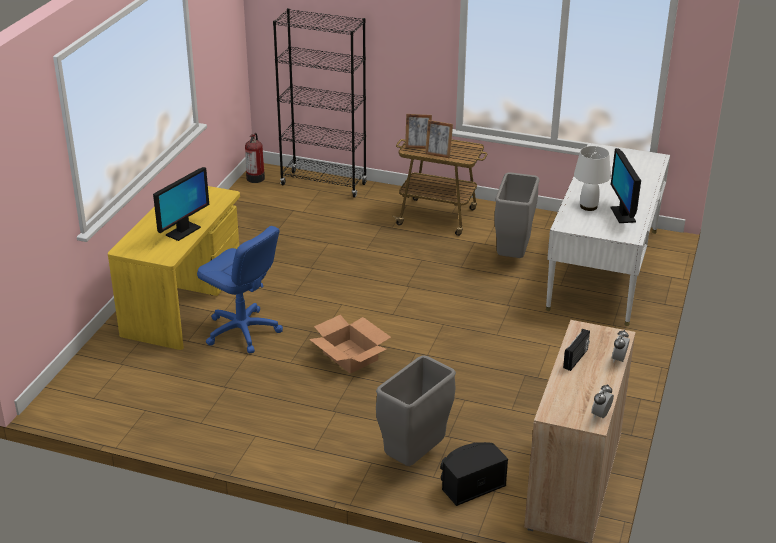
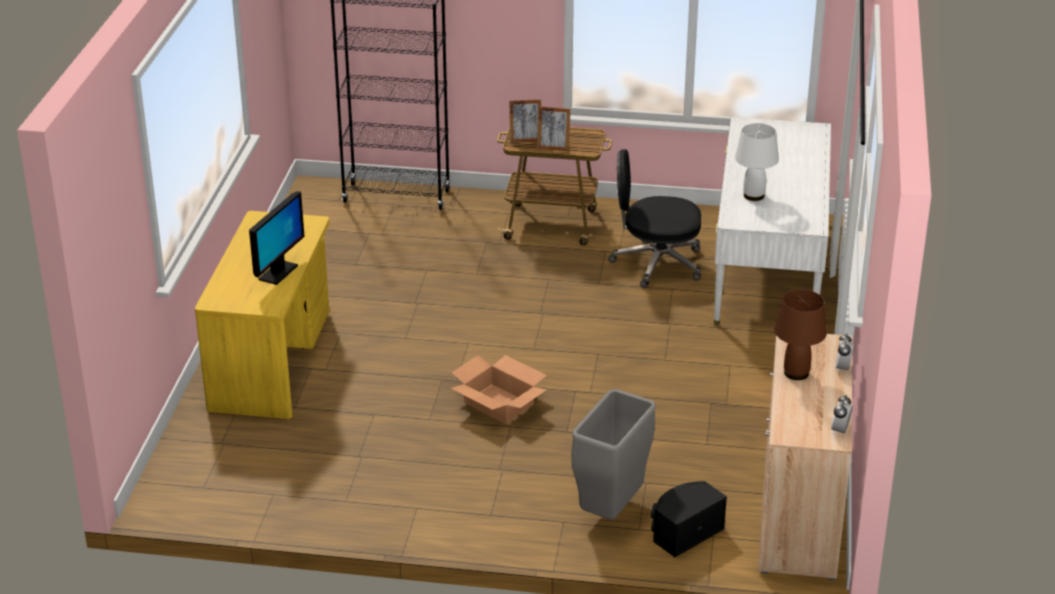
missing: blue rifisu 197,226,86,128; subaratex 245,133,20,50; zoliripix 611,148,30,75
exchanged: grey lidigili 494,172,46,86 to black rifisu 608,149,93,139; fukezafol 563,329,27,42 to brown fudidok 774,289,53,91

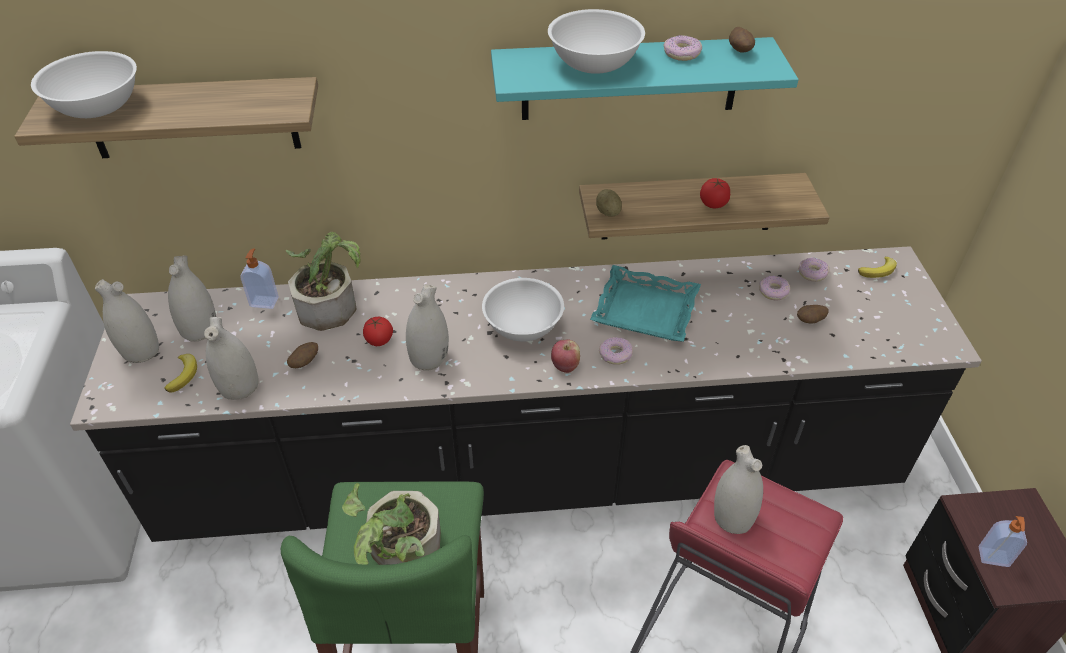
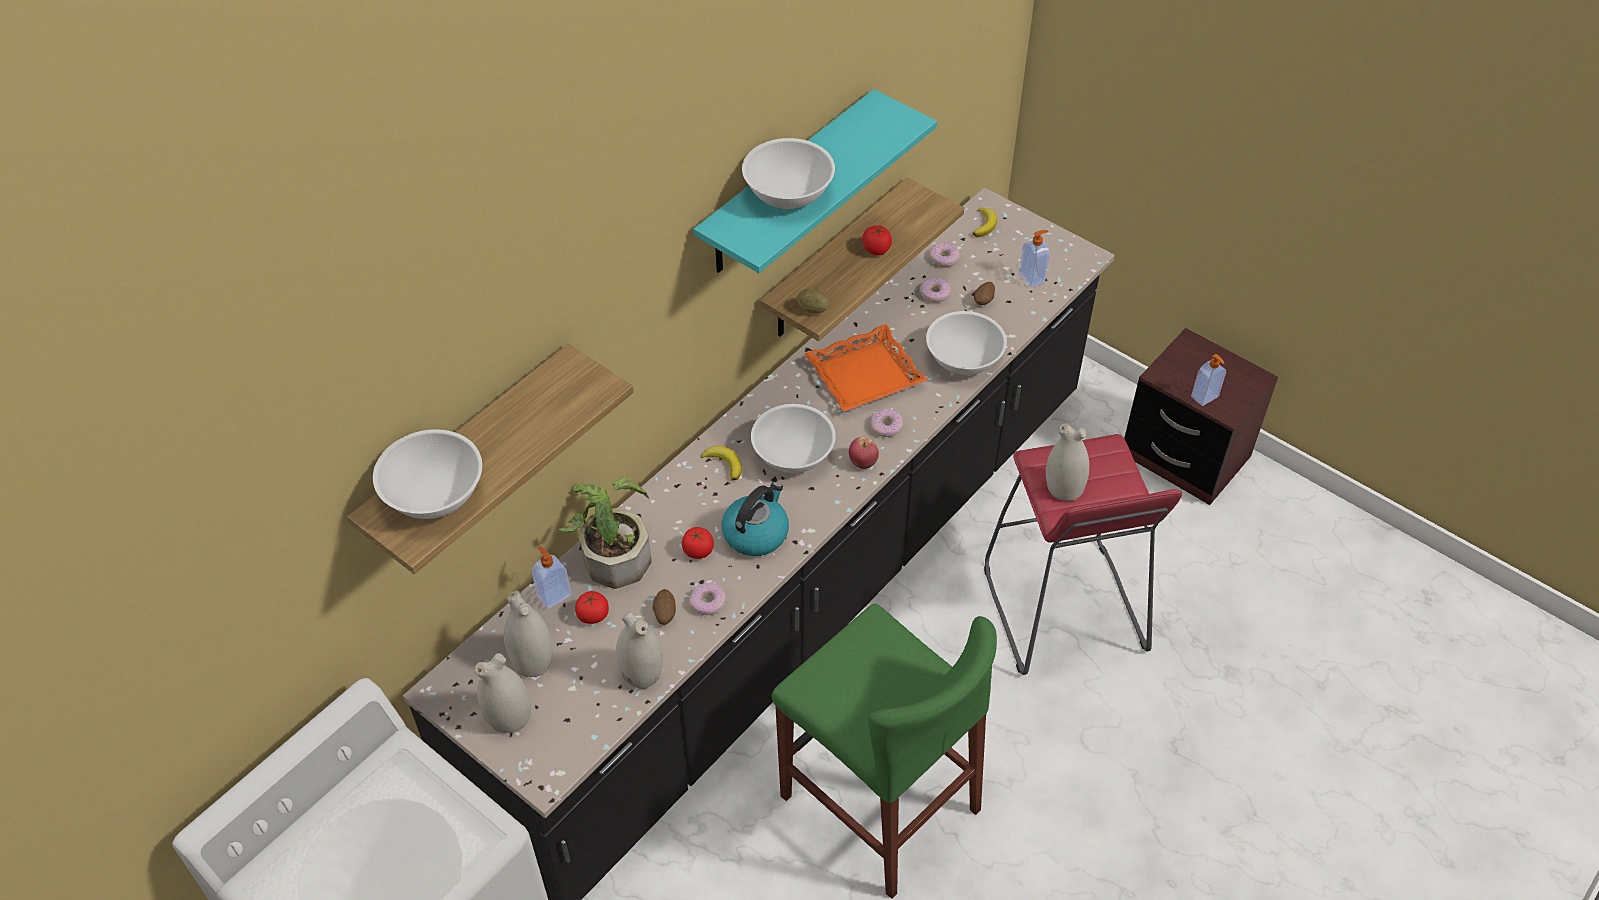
missing: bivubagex 342,483,99,82; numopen 729,27,26,26
appeared: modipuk 575,591,34,33; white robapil 926,311,81,64; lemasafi 1019,230,31,57
relocated: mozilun 164,354,33,39 to 701,446,41,34; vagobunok 664,35,38,26 to 690,583,36,32
exchanged: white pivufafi 406,284,43,87 to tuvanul 722,482,67,74
colour: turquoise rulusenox 590,265,111,77 to orange rulusenox 804,324,123,88

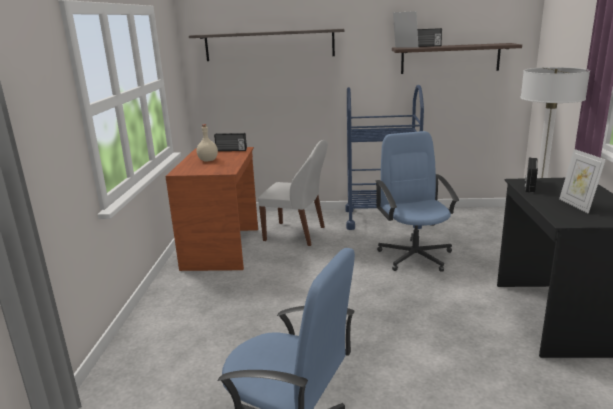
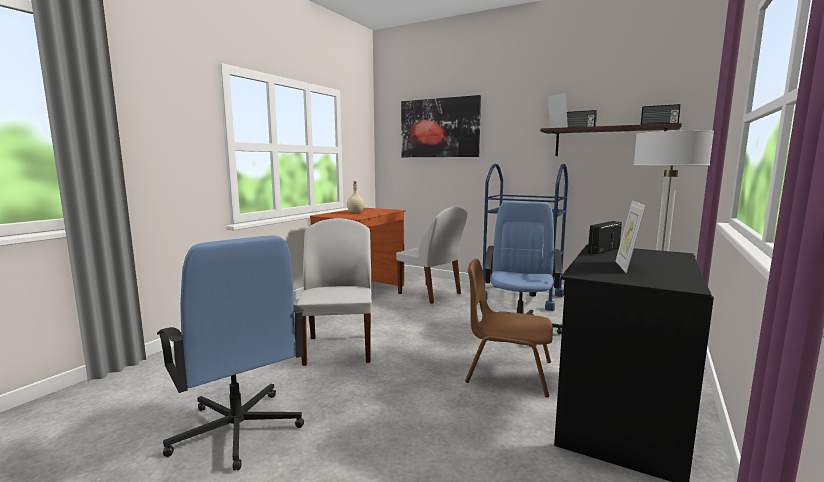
appeared: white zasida 297,218,75,148; brown zasida 465,259,88,138
relocated: fukezafol 214,133,33,18 to 641,104,40,21
exchanged: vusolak 189,29,155,32 to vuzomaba 401,95,80,62

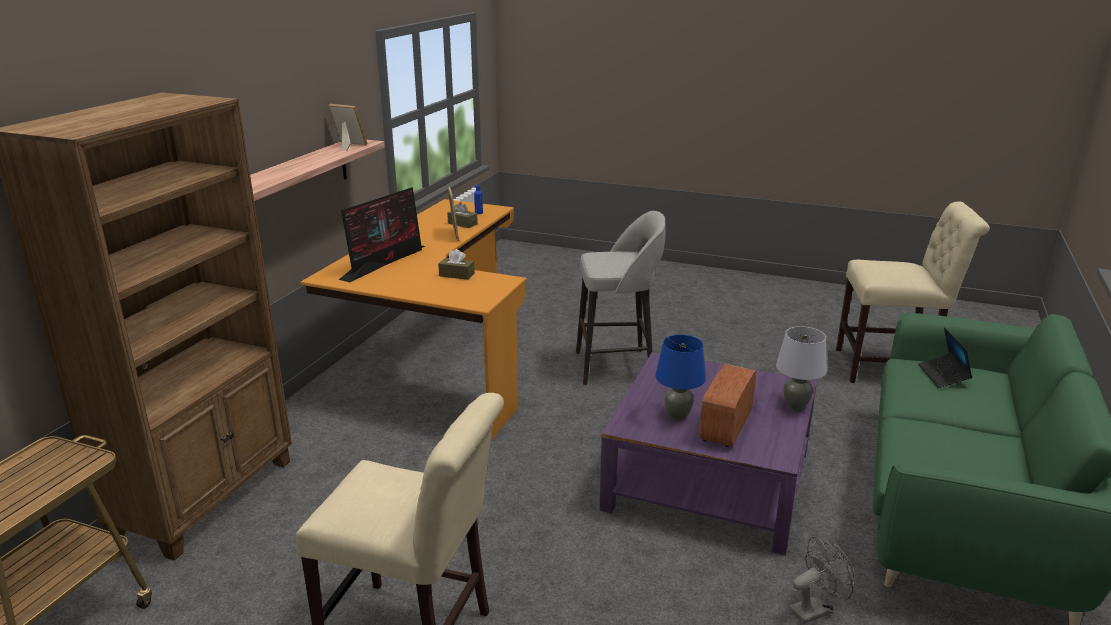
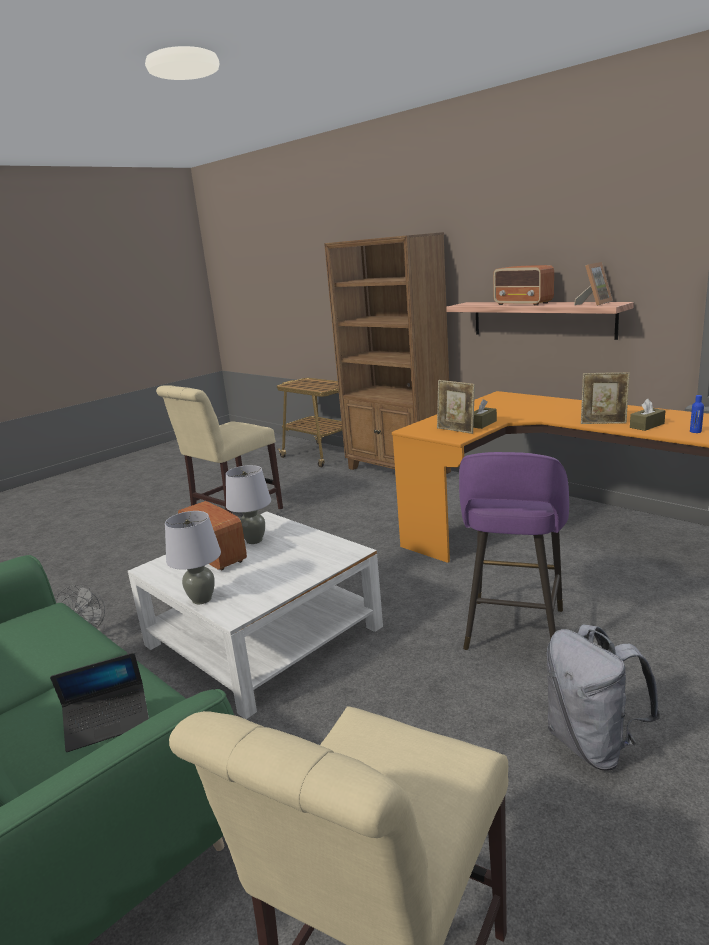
missing: zoliripix 339,187,86,95
appeared: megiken 437,380,38,54; fukezafol 493,265,61,41; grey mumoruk 547,624,113,147
colour: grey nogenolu 576,211,90,174 to purple nogenolu 459,452,110,198; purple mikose 600,352,217,203 to white mikose 128,511,255,208; blue fudidok 655,334,51,87 to grey fudidok 226,465,45,79
spun: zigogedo 918,327,54,61 = 50,653,99,99 135 degrees clockwise

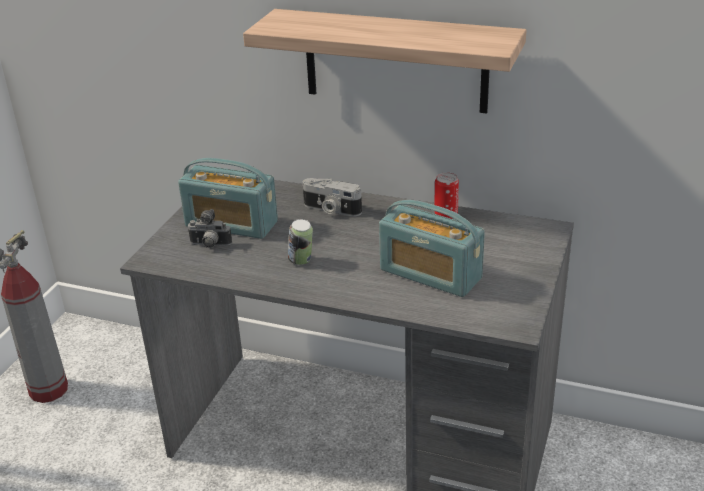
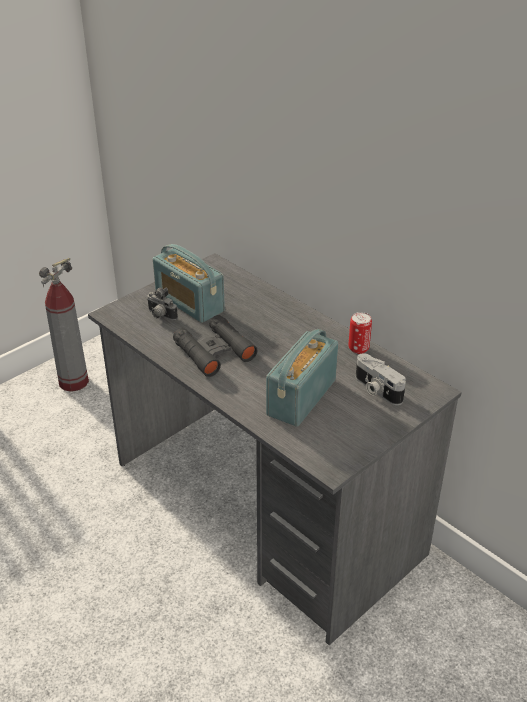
missing: vusolak 243,9,283,105
relocated: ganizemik 303,178,59,39 to 356,353,50,52
exchanged: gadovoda 288,219,25,46 to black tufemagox 173,315,84,62
spun: fukezafol 379,200,106,97 = 266,329,72,98 60 degrees clockwise

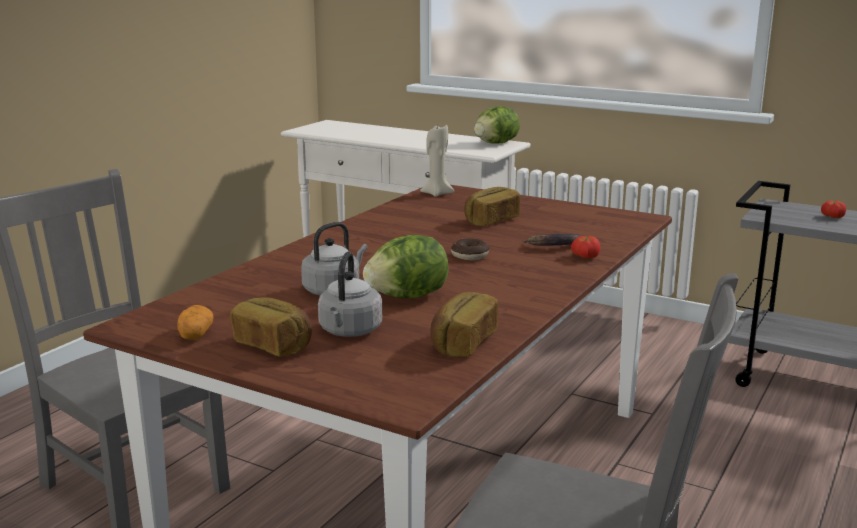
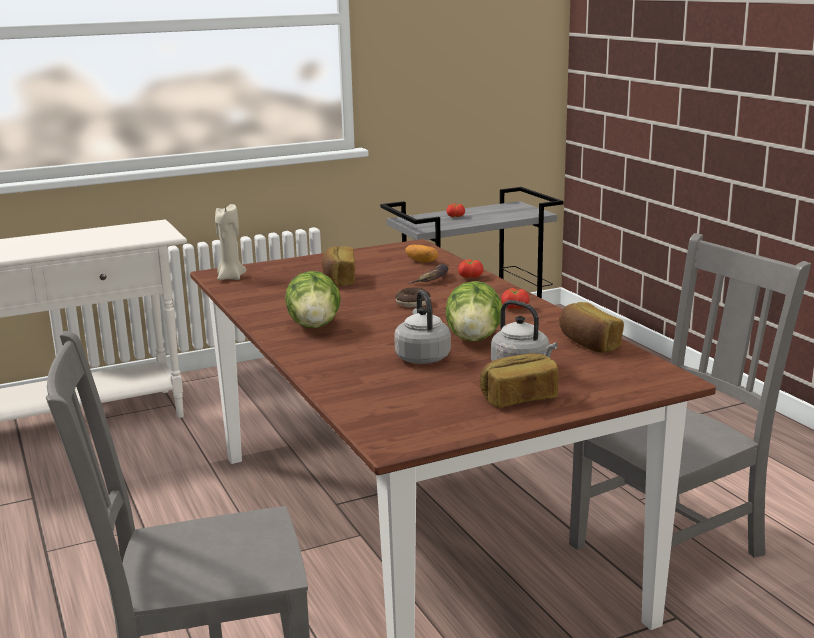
appeared: modipuk 501,288,28,21
relocated: numopen 177,305,36,35 to 405,245,34,17; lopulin 474,106,46,37 to 285,271,56,57

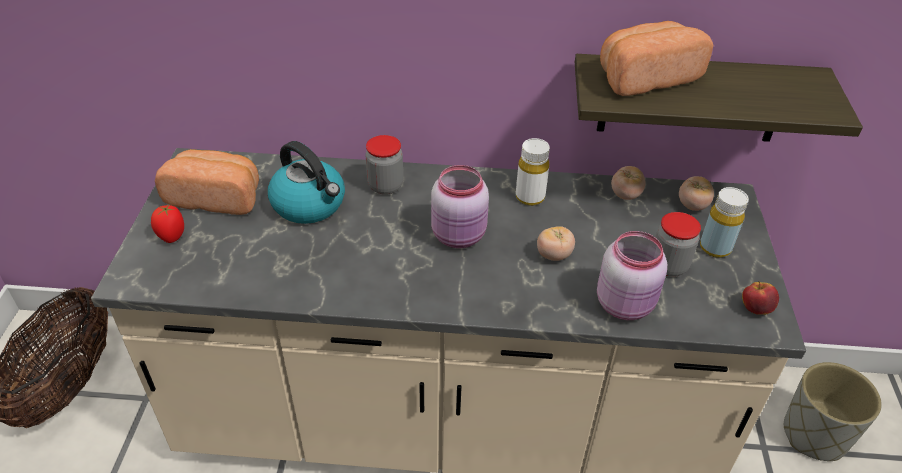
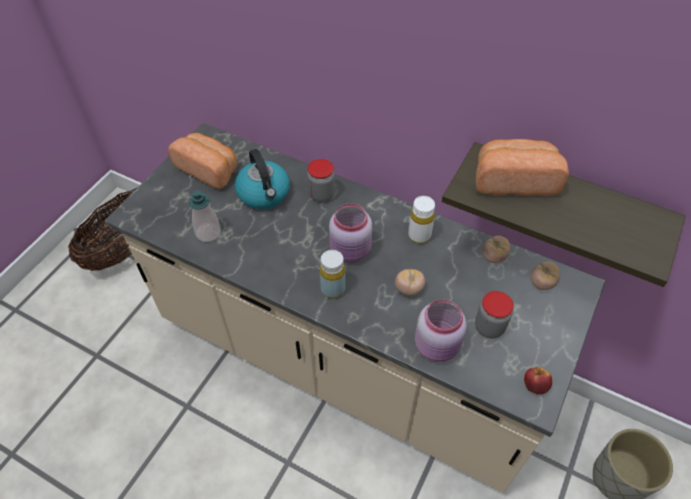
missing: modipuk 151,204,33,39
appeared: lemasafi 189,190,32,52
relocated: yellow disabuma 700,187,49,71 to 320,250,25,49

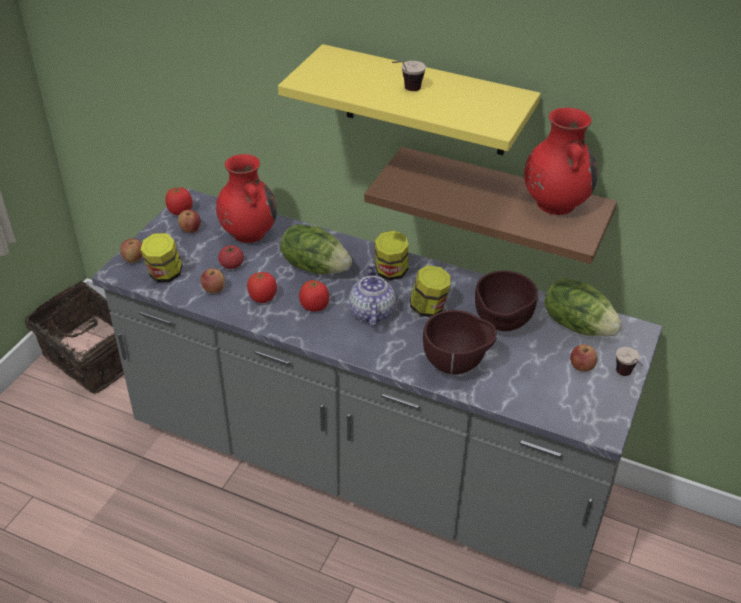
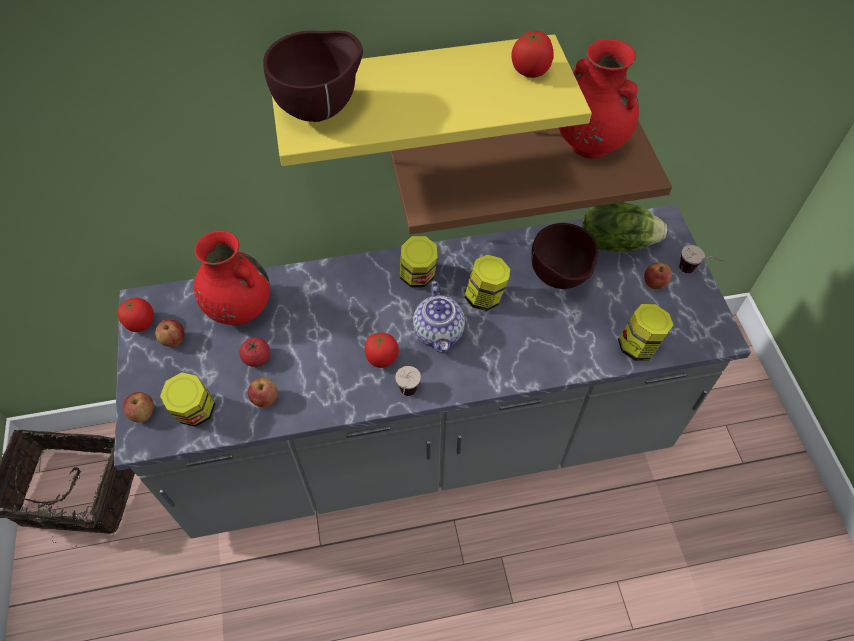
missing: lopulin 280,224,72,50
appeared: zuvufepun 618,304,56,57
relocated: modipuk 247,272,30,31 to 511,30,43,48; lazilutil 392,61,34,30 to 395,366,26,33; brown robapil 423,310,74,64 to 263,30,100,92
spun: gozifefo 349,263,47,65 = 413,281,52,73 150 degrees counterclockwise

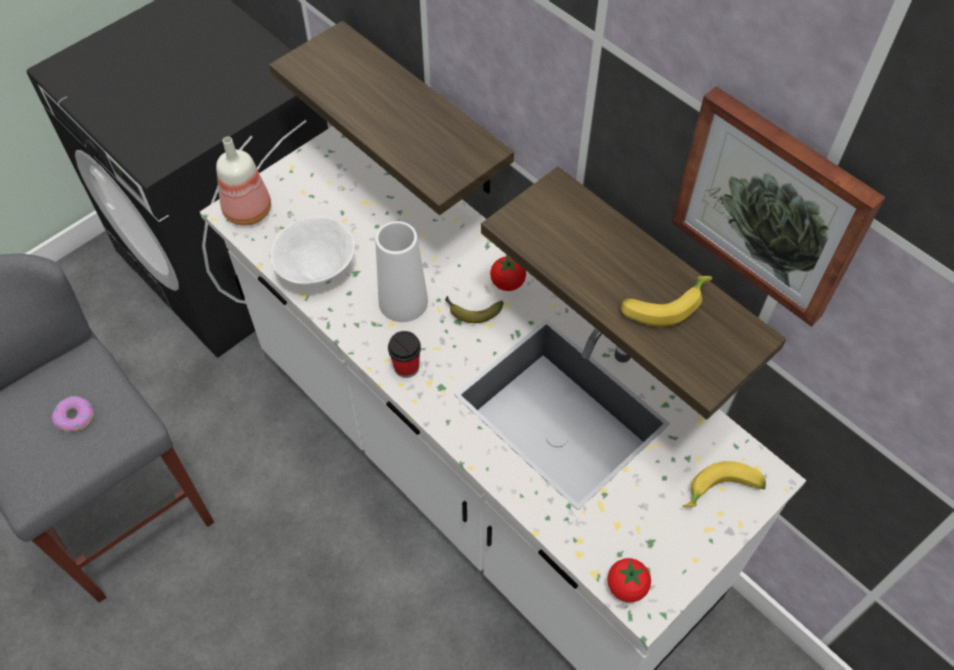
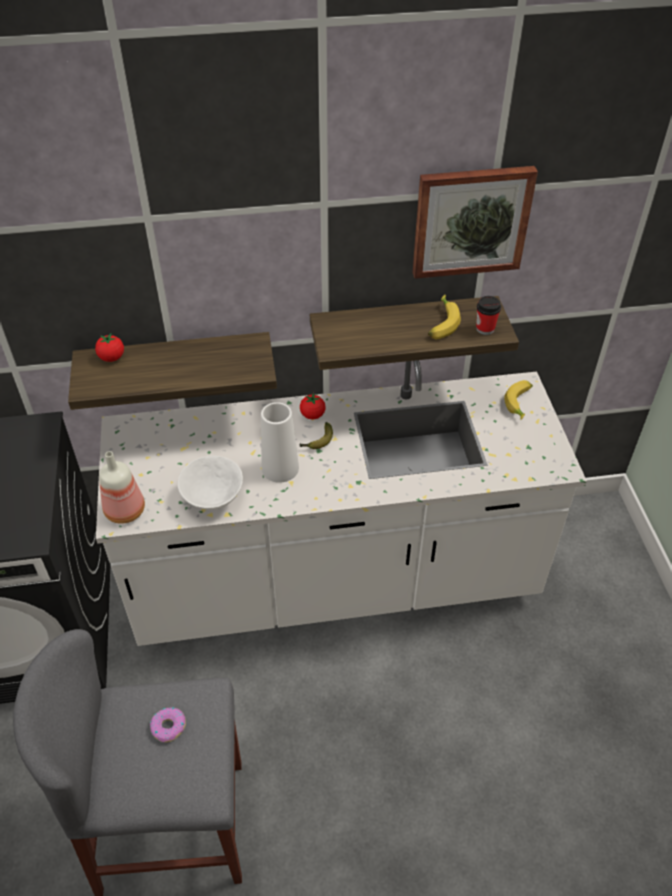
relocated: lazilutil 388,331,33,47 to 476,296,25,39; modipuk 607,558,44,44 to 95,333,29,29

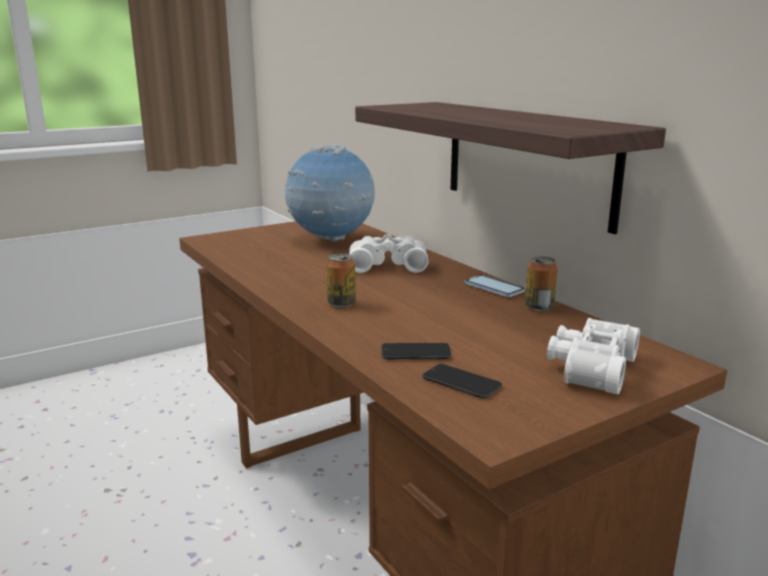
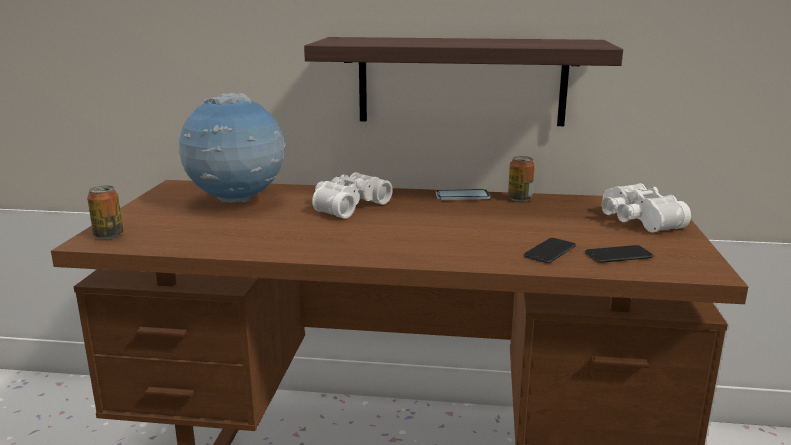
relocated: gadovoda 326,253,30,55 to 87,185,36,54

